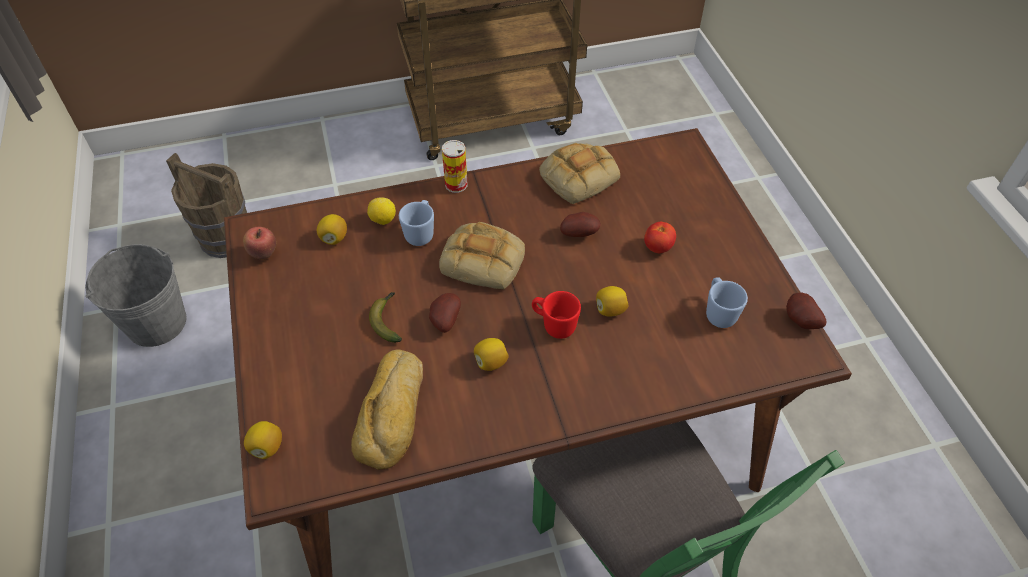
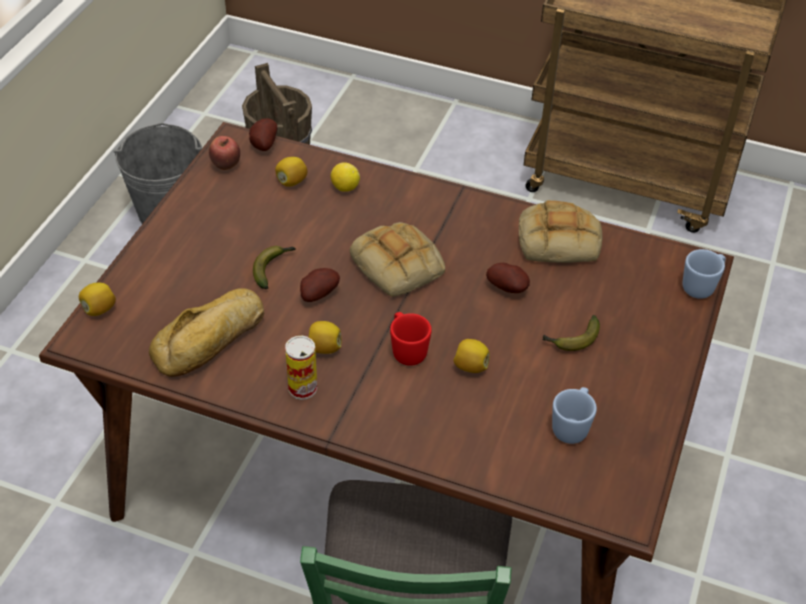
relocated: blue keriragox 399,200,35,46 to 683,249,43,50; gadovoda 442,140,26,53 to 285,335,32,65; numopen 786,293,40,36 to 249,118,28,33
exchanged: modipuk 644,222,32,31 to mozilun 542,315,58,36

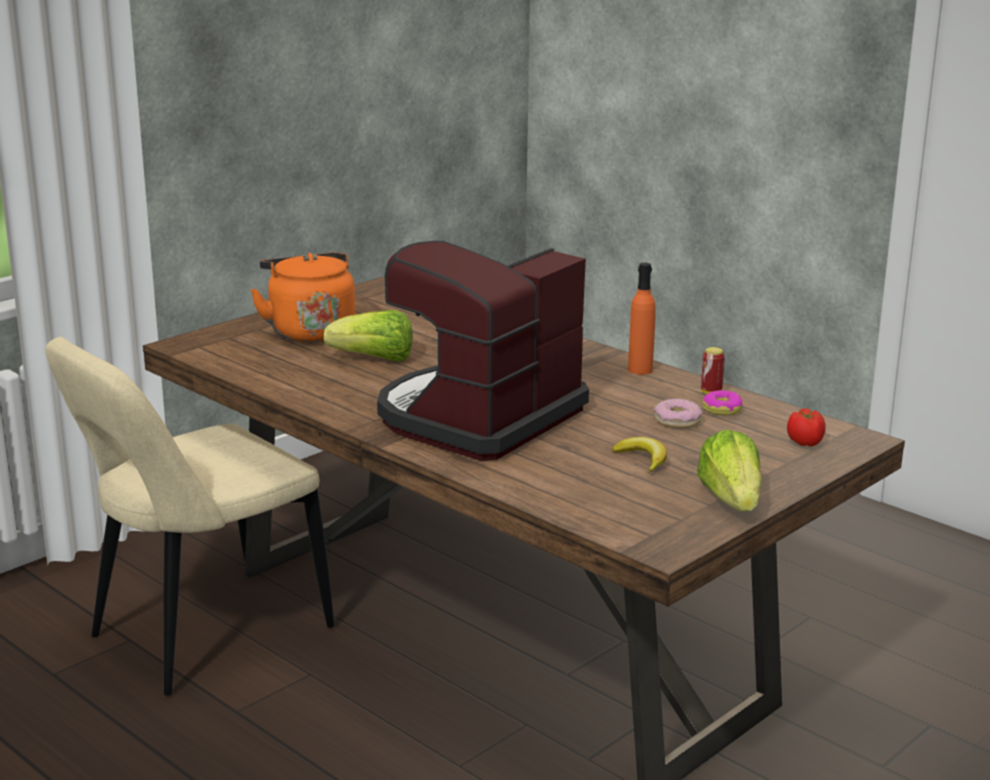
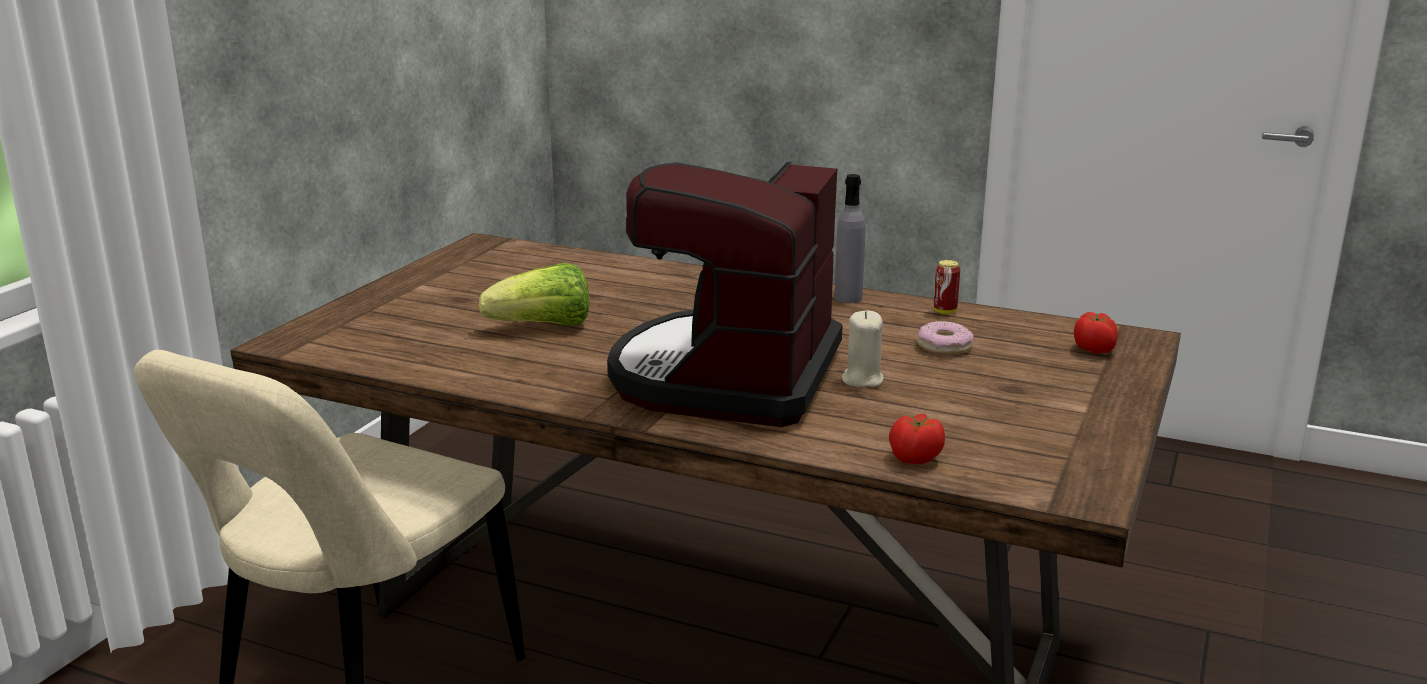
missing: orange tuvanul 250,252,105,91; mozilun 612,437,55,36; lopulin 697,429,65,82; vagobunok 703,390,40,25
appeared: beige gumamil 842,311,42,77; modipuk 889,414,56,51
colour: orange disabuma 628,263,28,112 to grey disabuma 834,174,31,129

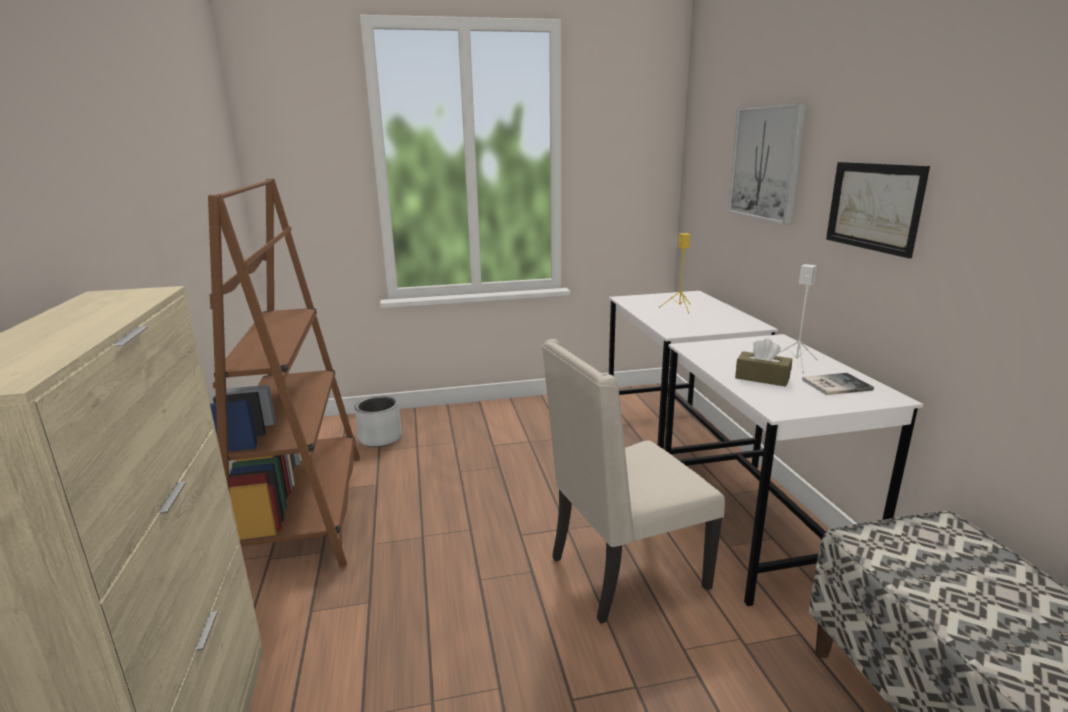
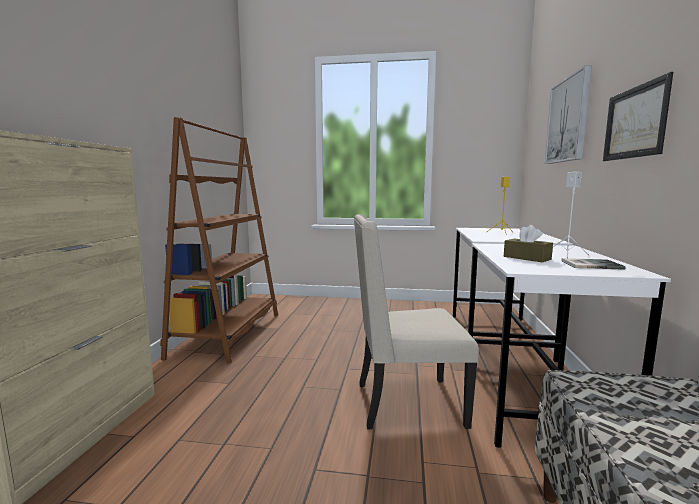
missing: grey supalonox 355,396,47,51

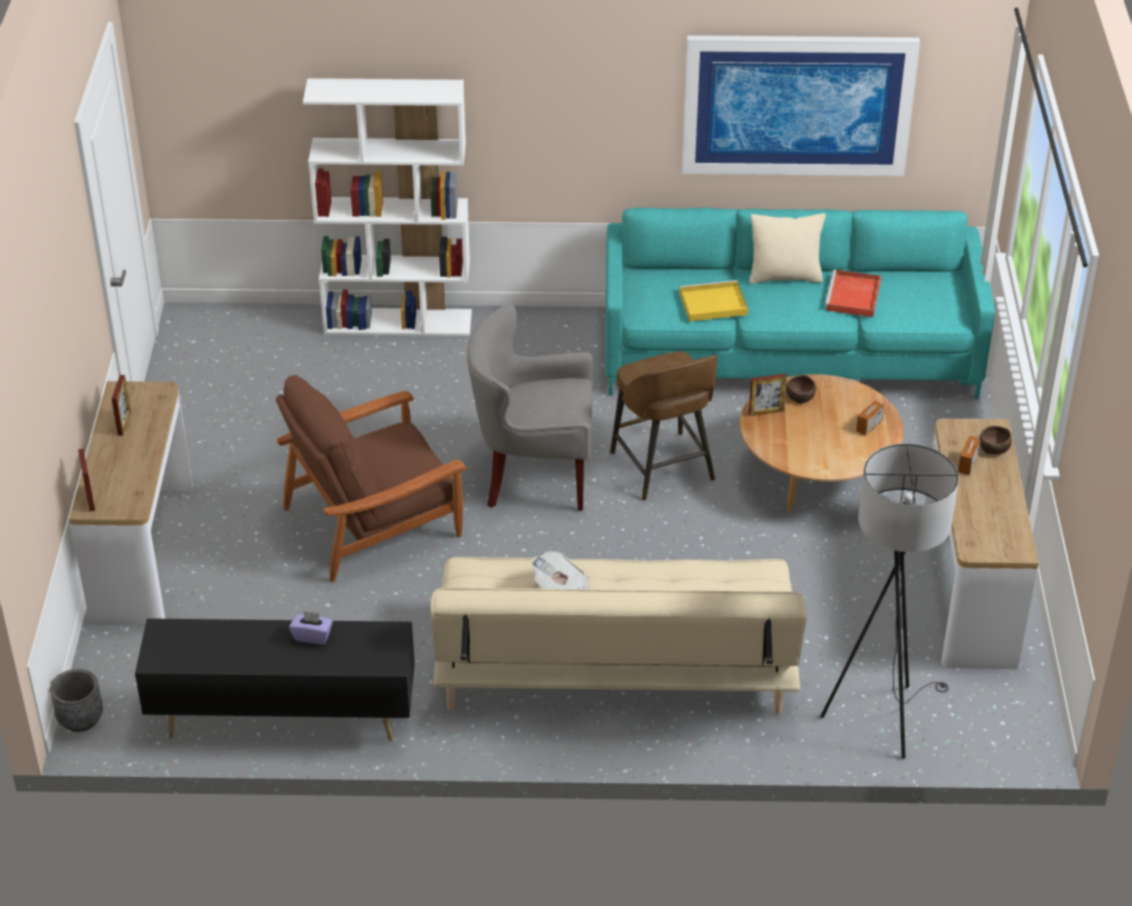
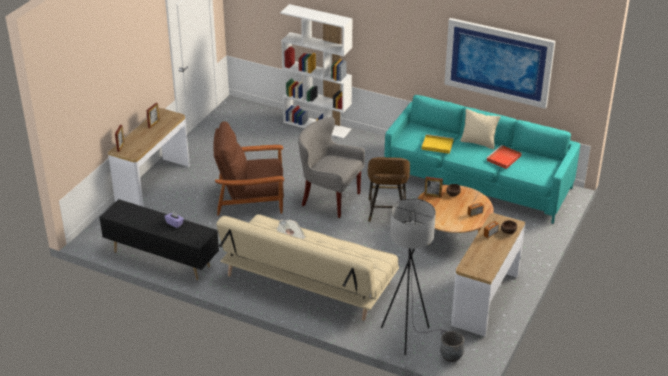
relocated: grey supalonox 50,669,53,63 to 440,331,24,31

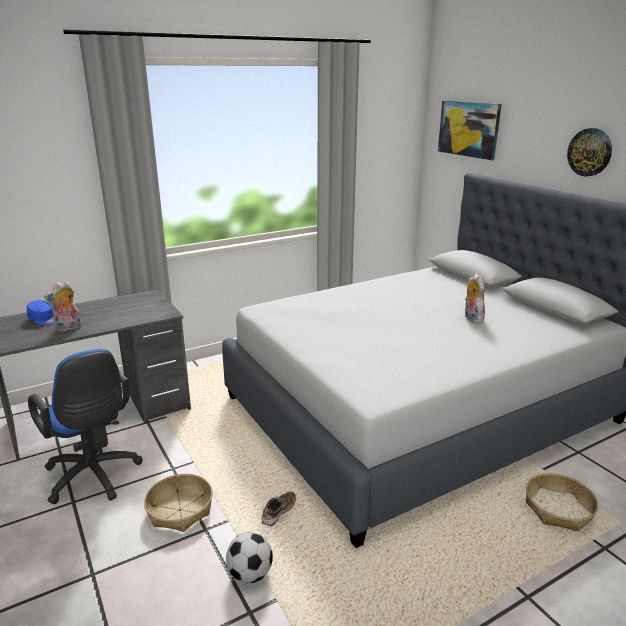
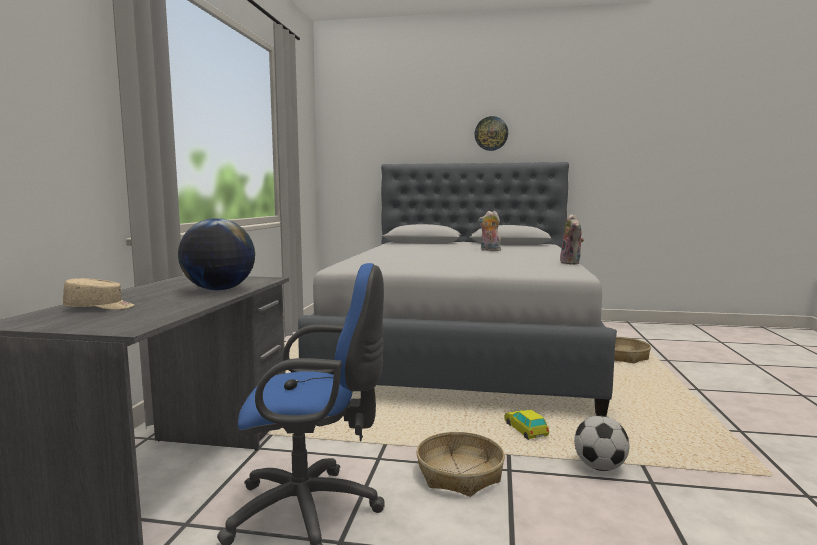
missing: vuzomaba 438,101,63,59
appeared: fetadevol 178,218,77,73
relocated: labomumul 44,281,38,51 to 560,214,24,51
exchanged: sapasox 261,491,35,35 to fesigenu 504,410,45,30
colour: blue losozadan 27,300,27,25 to beige losozadan 63,278,71,32

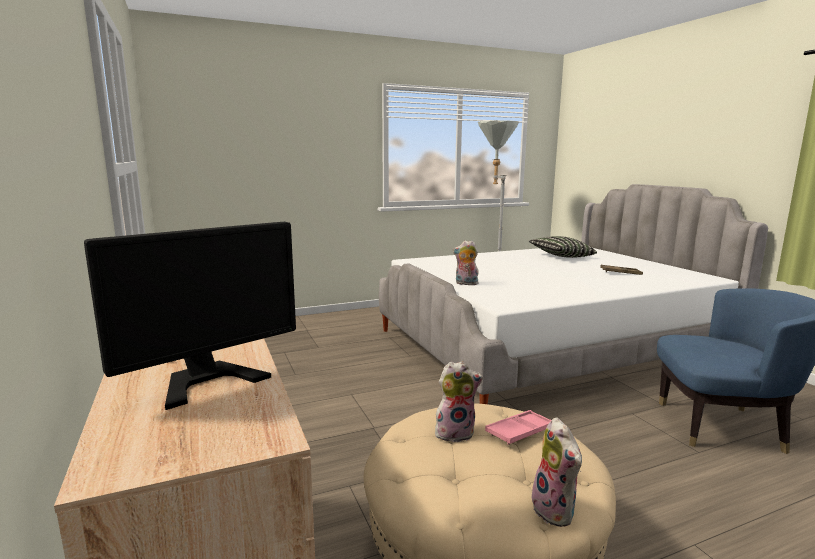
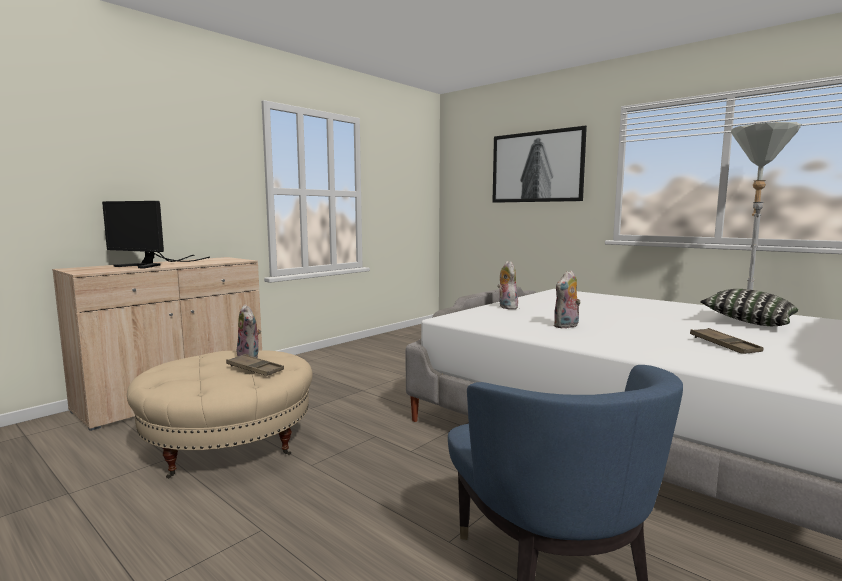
appeared: vuzomaba 492,126,95,77
relocated: labomumul 532,417,50,110 to 554,270,27,58
colour: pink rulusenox 485,410,67,35 to brown rulusenox 226,354,58,22

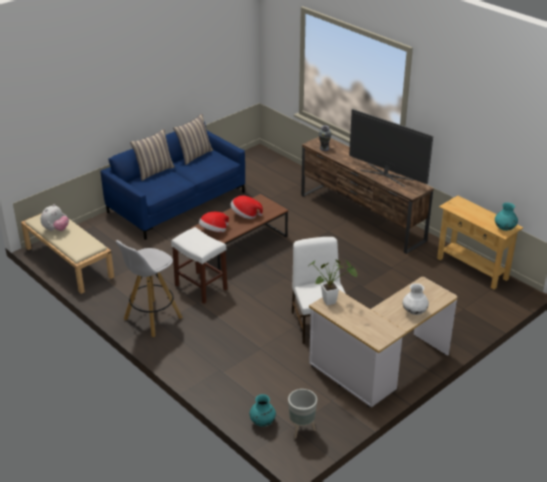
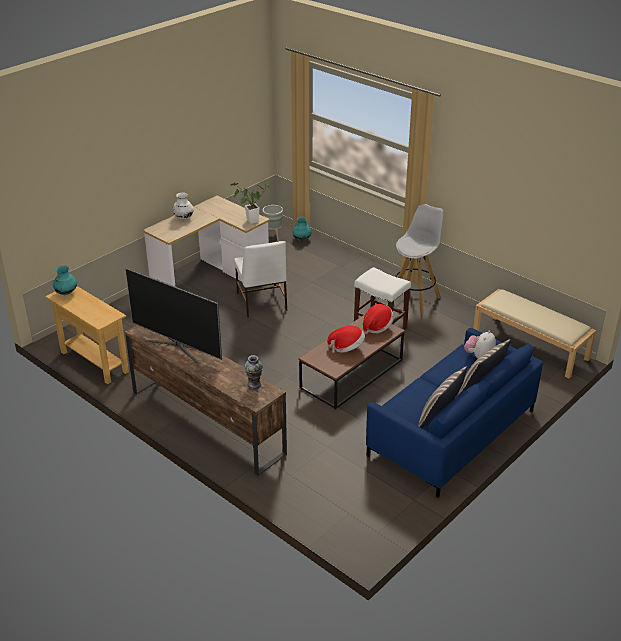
relocated: labomumul 41,204,28,27 to 464,331,32,27

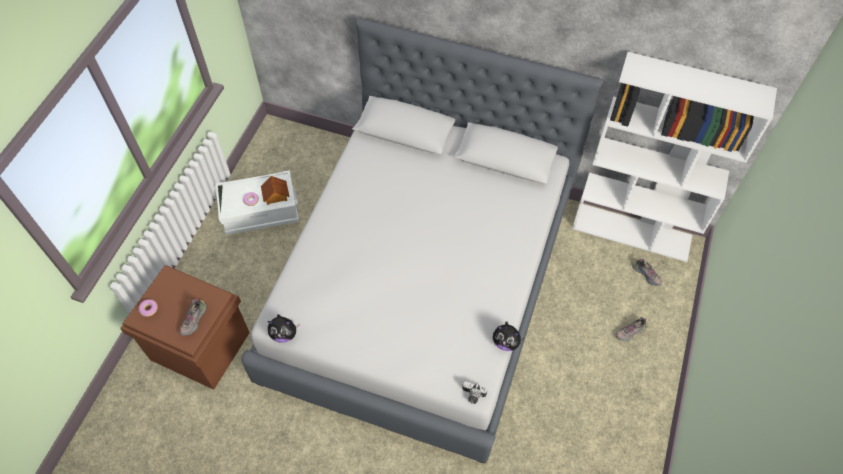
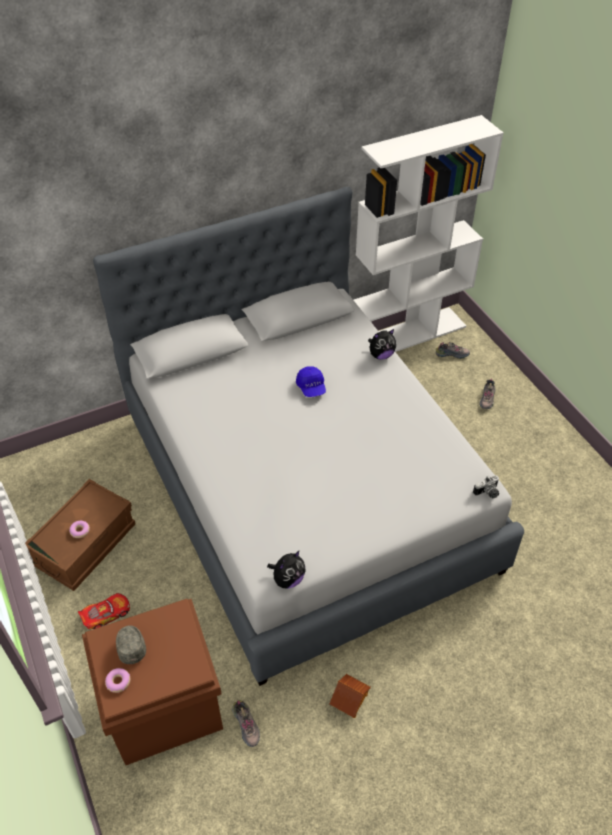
appeared: fesigenu 78,593,52,36; grey losozadan 116,625,30,39; blue losozadan 296,366,30,31
relocated: sapasox 179,299,28,37 to 232,700,28,47; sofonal 261,176,28,29 to 330,674,41,44; labomumul 493,322,32,29 to 368,329,28,31
colour: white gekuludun 215,170,84,65 to brown gekuludun 25,479,110,112

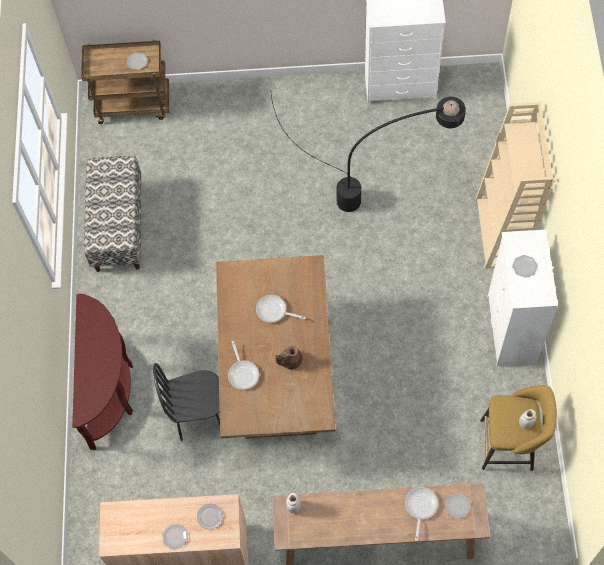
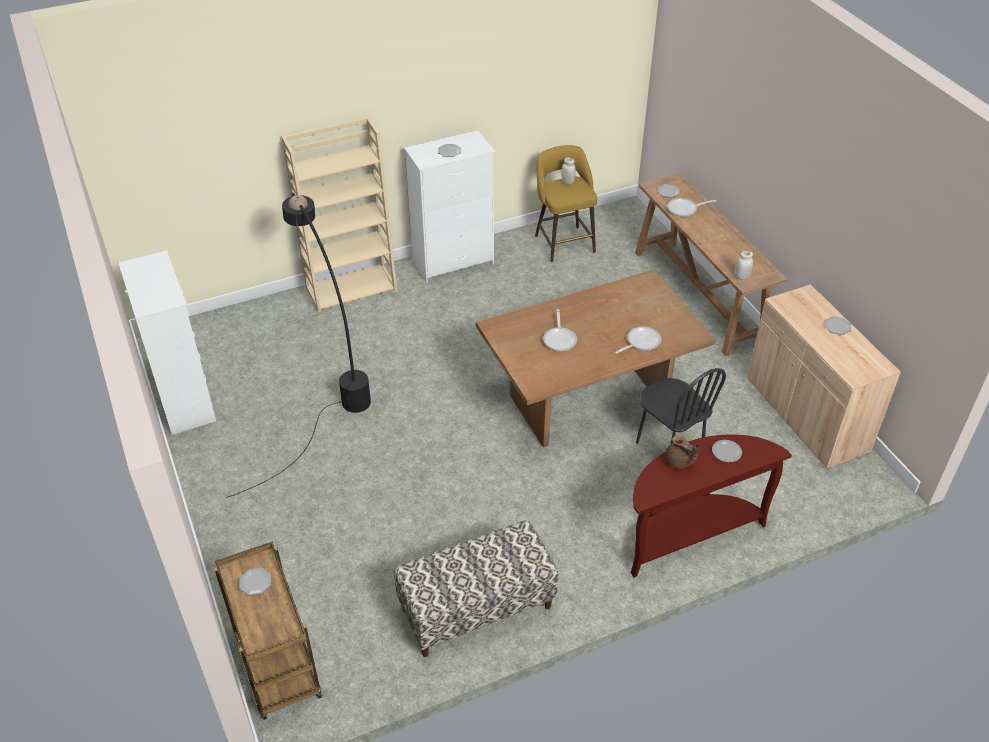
relocated: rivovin 197,503,26,26 to 712,440,30,22; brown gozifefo 275,346,28,23 to 664,435,36,34

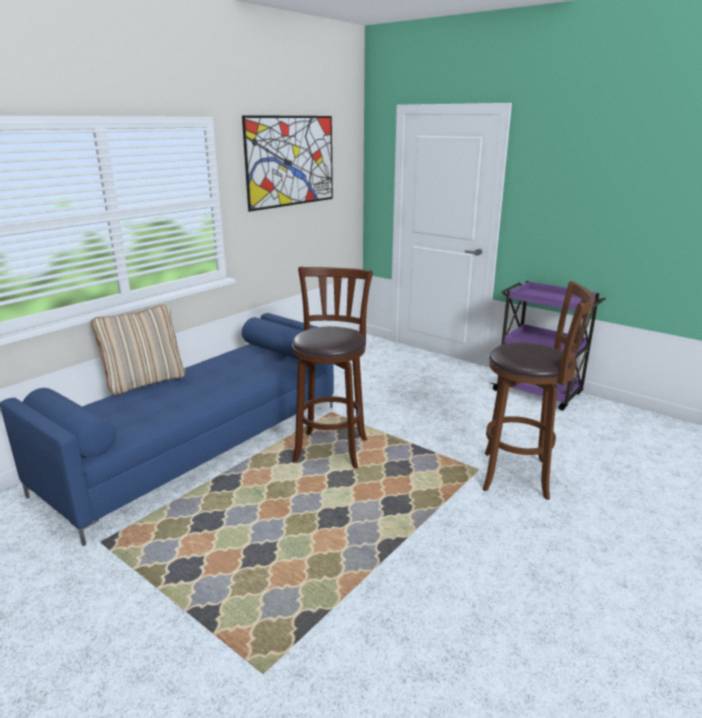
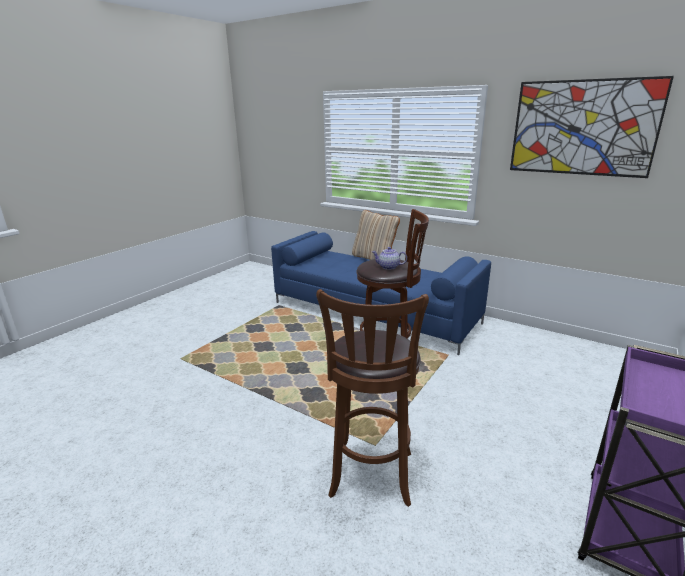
appeared: gozifefo 372,247,35,23

